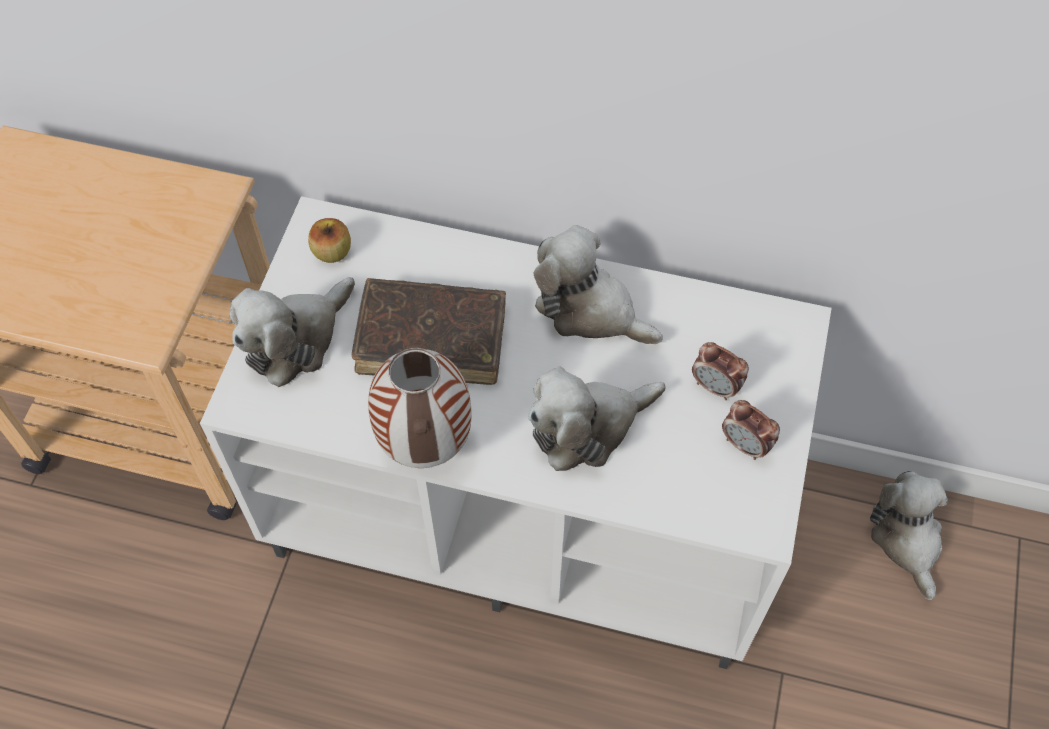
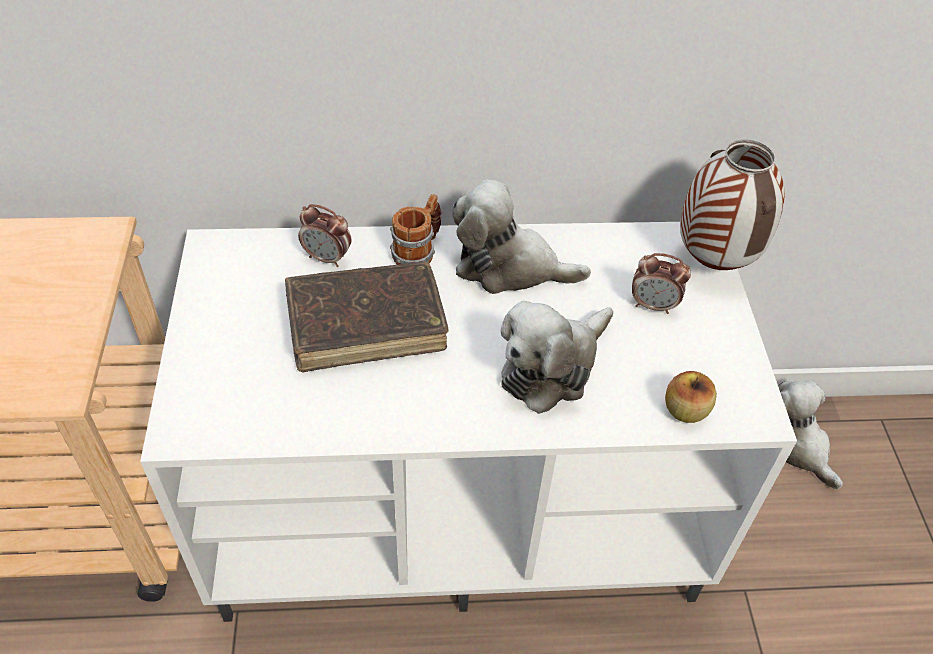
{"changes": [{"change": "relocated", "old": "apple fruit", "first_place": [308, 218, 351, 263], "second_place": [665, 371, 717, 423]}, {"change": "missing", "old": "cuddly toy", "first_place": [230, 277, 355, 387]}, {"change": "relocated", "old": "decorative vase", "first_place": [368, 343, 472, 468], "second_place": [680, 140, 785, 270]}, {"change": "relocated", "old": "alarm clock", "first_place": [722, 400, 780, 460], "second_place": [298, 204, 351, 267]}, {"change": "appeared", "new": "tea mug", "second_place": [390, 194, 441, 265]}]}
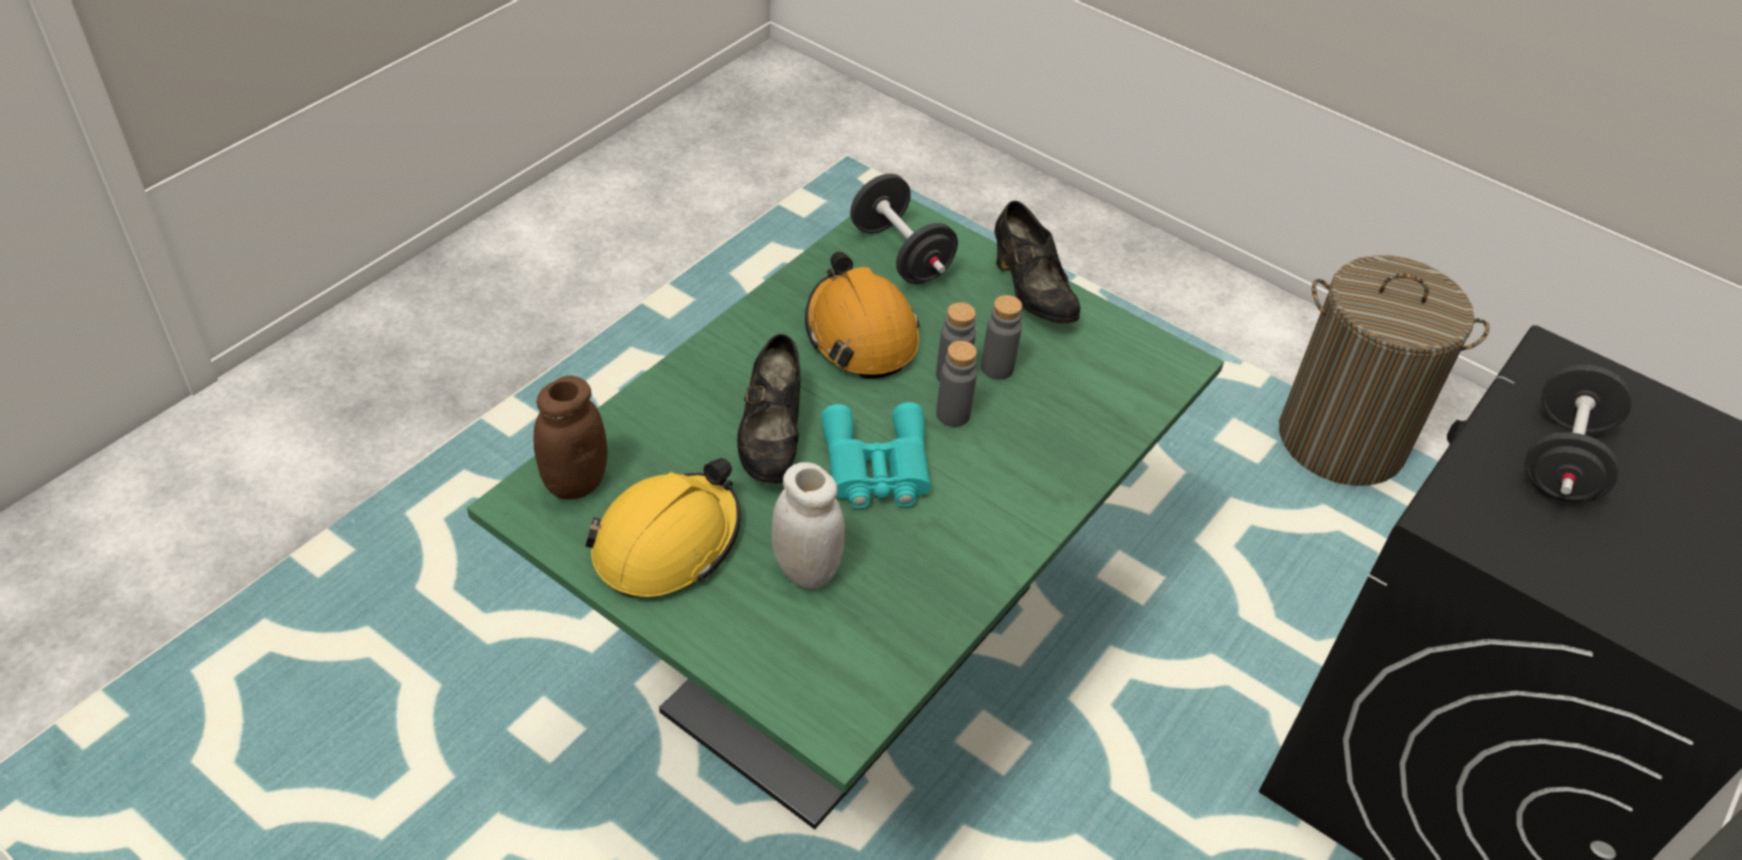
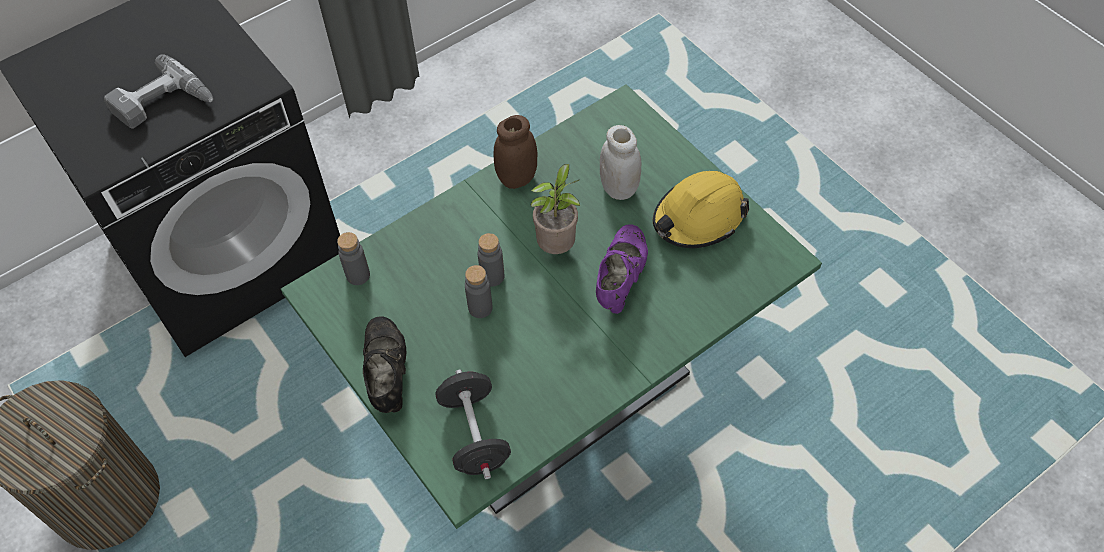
{"changes": [{"change": "missing", "old": "safety helmet (orange-coloured)", "first_place": [805, 252, 920, 379]}, {"change": "relocated", "old": "beverage bottle (greyish)", "first_place": [981, 295, 1022, 380], "second_place": [337, 232, 370, 285]}, {"change": "colour", "old": "shoe (black)", "new": "shoe (purple)", "first_place": [737, 334, 801, 484], "second_place": [596, 224, 648, 314]}, {"change": "exchanged", "old": "free weight (black)", "new": "drill", "first_place": [1524, 365, 1632, 503], "second_place": [104, 54, 213, 128]}, {"change": "relocated", "old": "preserve jar (brown)", "first_place": [533, 376, 608, 500], "second_place": [493, 115, 537, 189]}, {"change": "exchanged", "old": "field glasses (blue-green)", "new": "potted plant", "first_place": [821, 402, 931, 509], "second_place": [531, 164, 580, 254]}]}
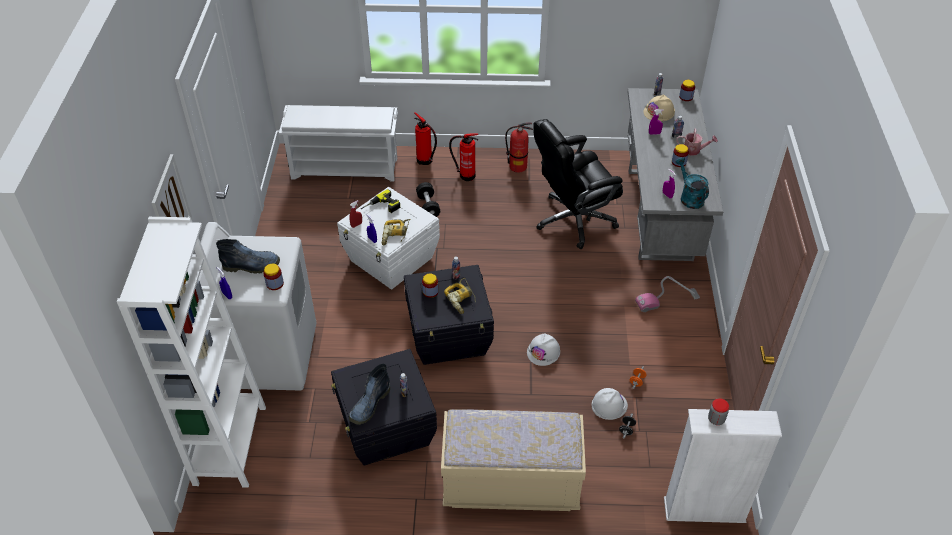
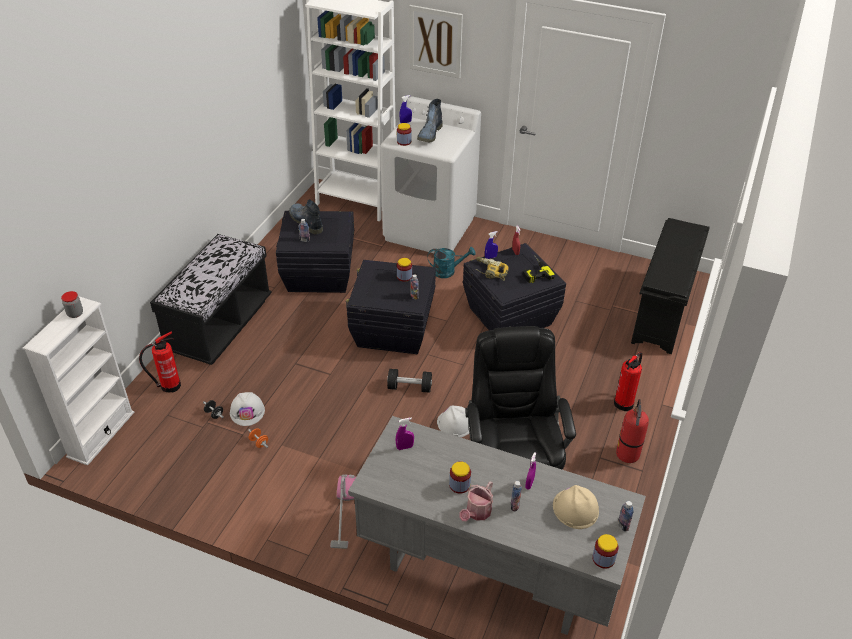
{"changes": [{"change": "colour", "old": "shoe stand (white-coloured)", "new": "shoe stand (black)", "first_place": [279, 105, 398, 181], "second_place": [631, 218, 710, 354]}, {"change": "relocated", "old": "extinguisher", "first_place": [414, 112, 437, 165], "second_place": [139, 331, 181, 393]}, {"change": "relocated", "old": "watering pot (blue-green)", "first_place": [676, 157, 709, 209], "second_place": [427, 247, 476, 278]}, {"change": "relocated", "old": "free weight (black)", "first_place": [416, 182, 440, 217], "second_place": [387, 369, 432, 393]}, {"change": "colour", "old": "storage bin (white-coloured)", "new": "storage bin (black)", "first_place": [337, 187, 440, 289], "second_place": [463, 243, 566, 331]}, {"change": "missing", "old": "drill", "first_place": [444, 278, 476, 314]}, {"change": "relocated", "old": "safety helmet (white-coloured)", "first_place": [527, 333, 560, 366], "second_place": [437, 405, 469, 437]}, {"change": "colour", "old": "long seat (beige)", "new": "long seat (black)", "first_place": [441, 409, 586, 511], "second_place": [150, 234, 272, 365]}]}
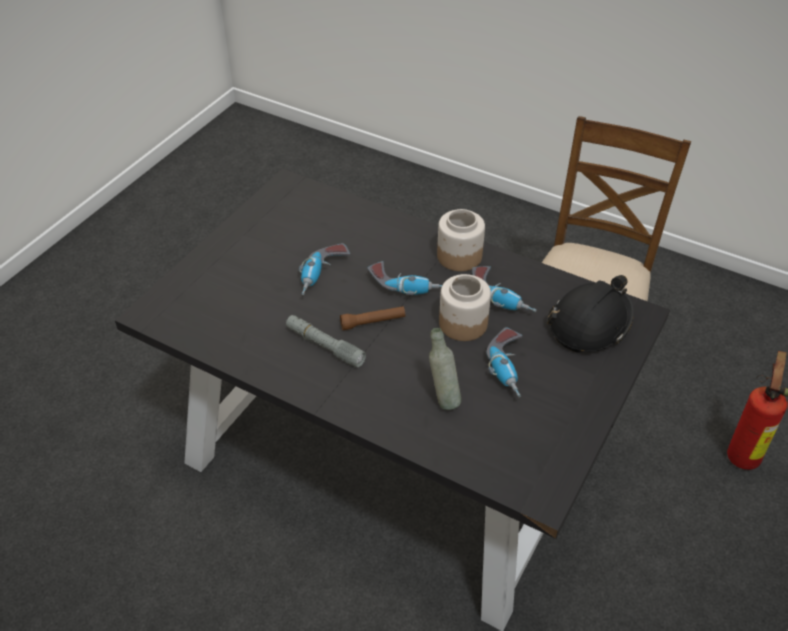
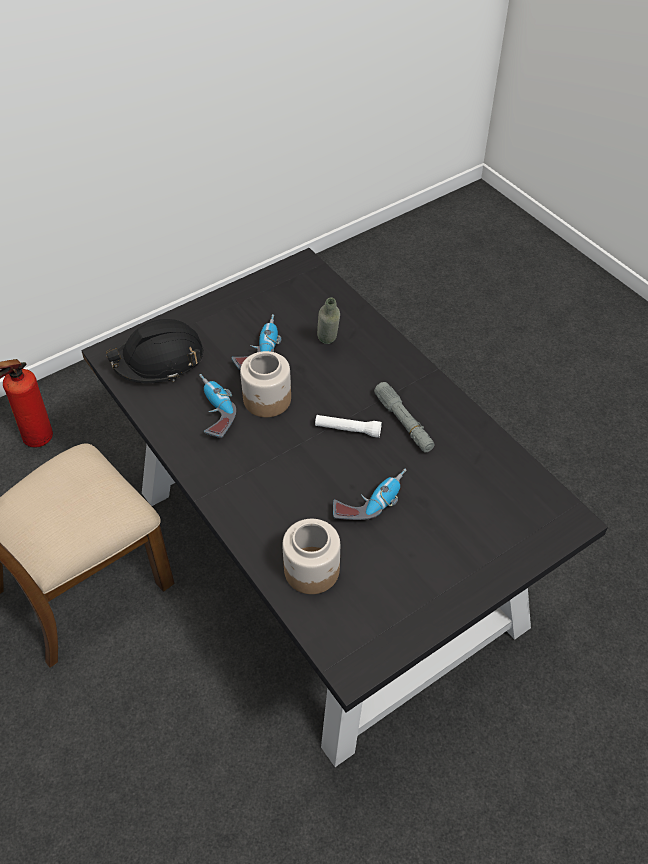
{"changes": [{"change": "relocated", "old": "preserve jar", "first_place": [437, 209, 485, 271], "second_place": [282, 519, 340, 594]}, {"change": "missing", "old": "drill", "first_place": [368, 261, 442, 295]}, {"change": "colour", "old": "flashlight (brown)", "new": "flashlight (white-coloured)", "first_place": [340, 306, 405, 330], "second_place": [315, 415, 382, 438]}]}
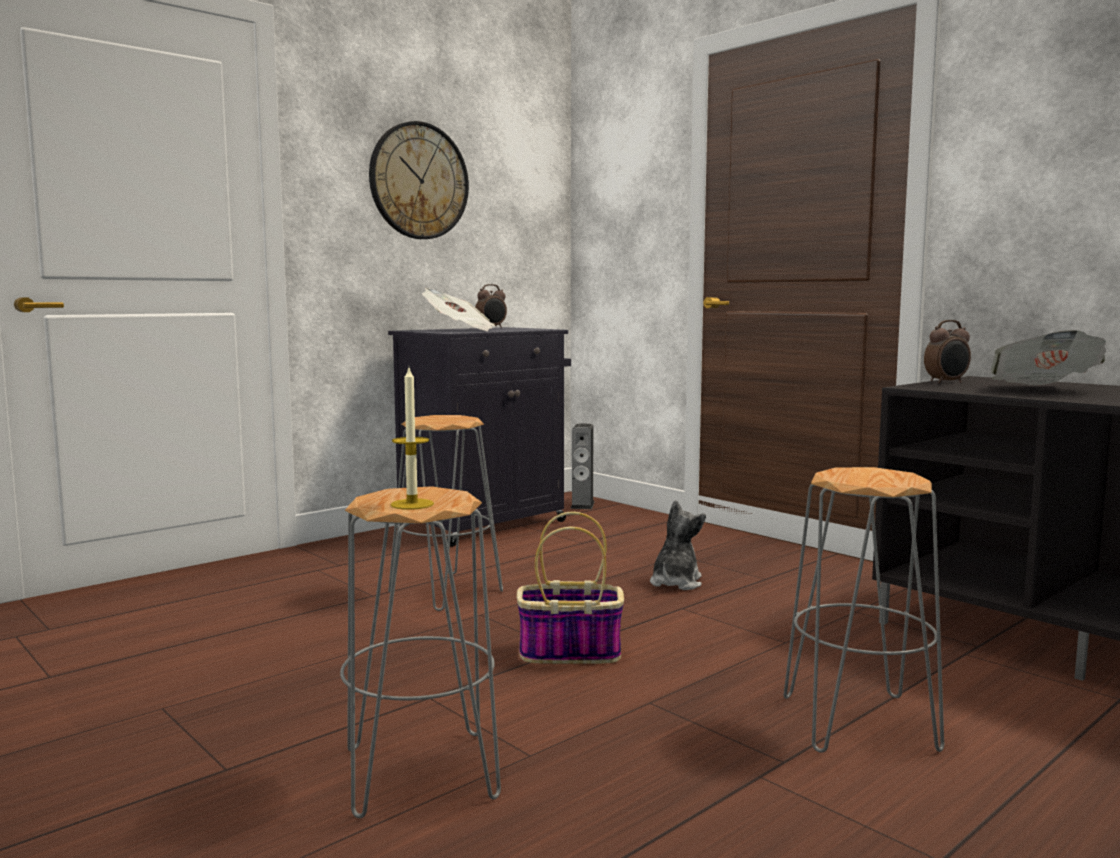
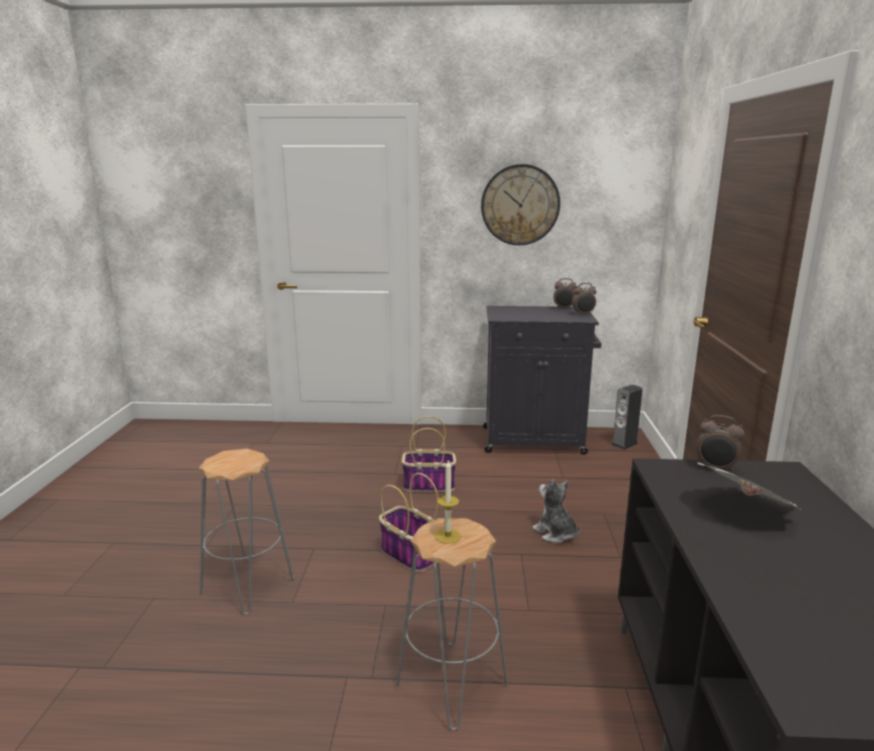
{"changes": [{"change": "missing", "old": "printed paper", "first_place": [422, 288, 495, 331]}, {"change": "relocated", "old": "wax candle", "first_place": [390, 368, 434, 510], "second_place": [435, 459, 461, 544]}, {"change": "exchanged", "old": "sitting stool (greyish)", "new": "household basket", "first_place": [388, 415, 503, 611], "second_place": [402, 416, 456, 492]}, {"change": "spun", "old": "cuddly toy", "first_place": [650, 500, 706, 590], "second_place": [532, 479, 581, 543], "degrees": -105}, {"change": "appeared", "new": "alarm clock", "second_place": [572, 283, 596, 315]}]}
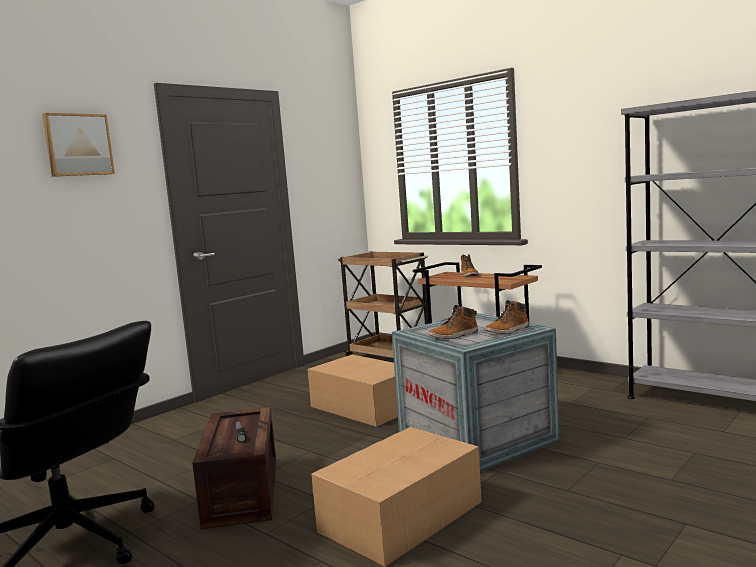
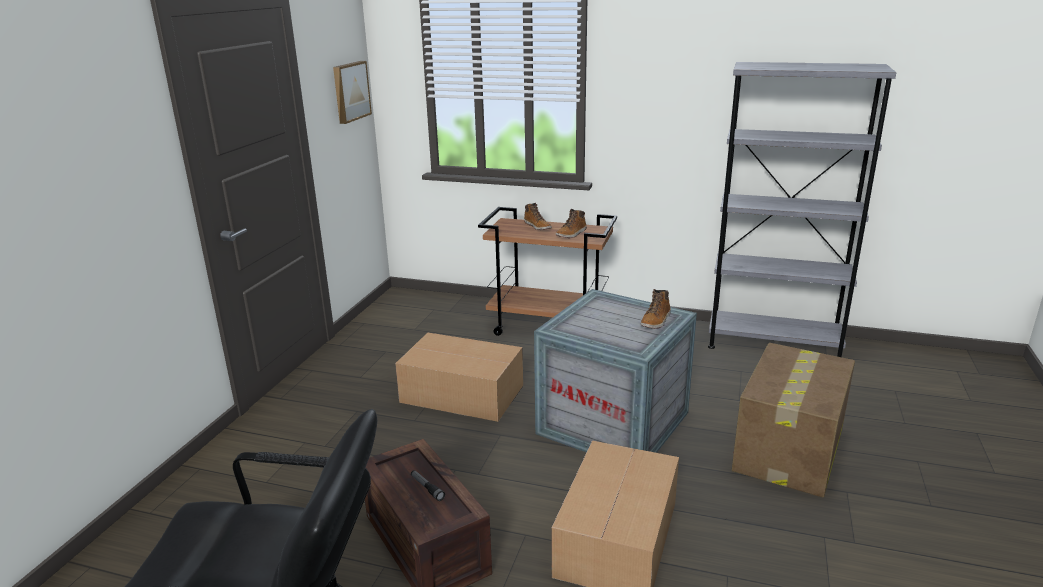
{"changes": [{"change": "relocated", "old": "picture", "first_place": [42, 113, 115, 177], "second_place": [333, 61, 372, 124]}, {"change": "missing", "old": "trolley (brown)", "first_place": [338, 251, 429, 358]}, {"change": "relocated", "old": "high-top boot", "first_place": [429, 305, 478, 339], "second_place": [556, 209, 587, 238]}, {"change": "appeared", "new": "cardboard box", "second_place": [732, 343, 855, 497]}]}
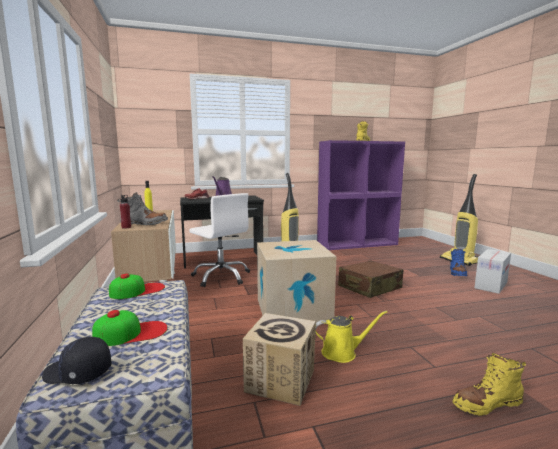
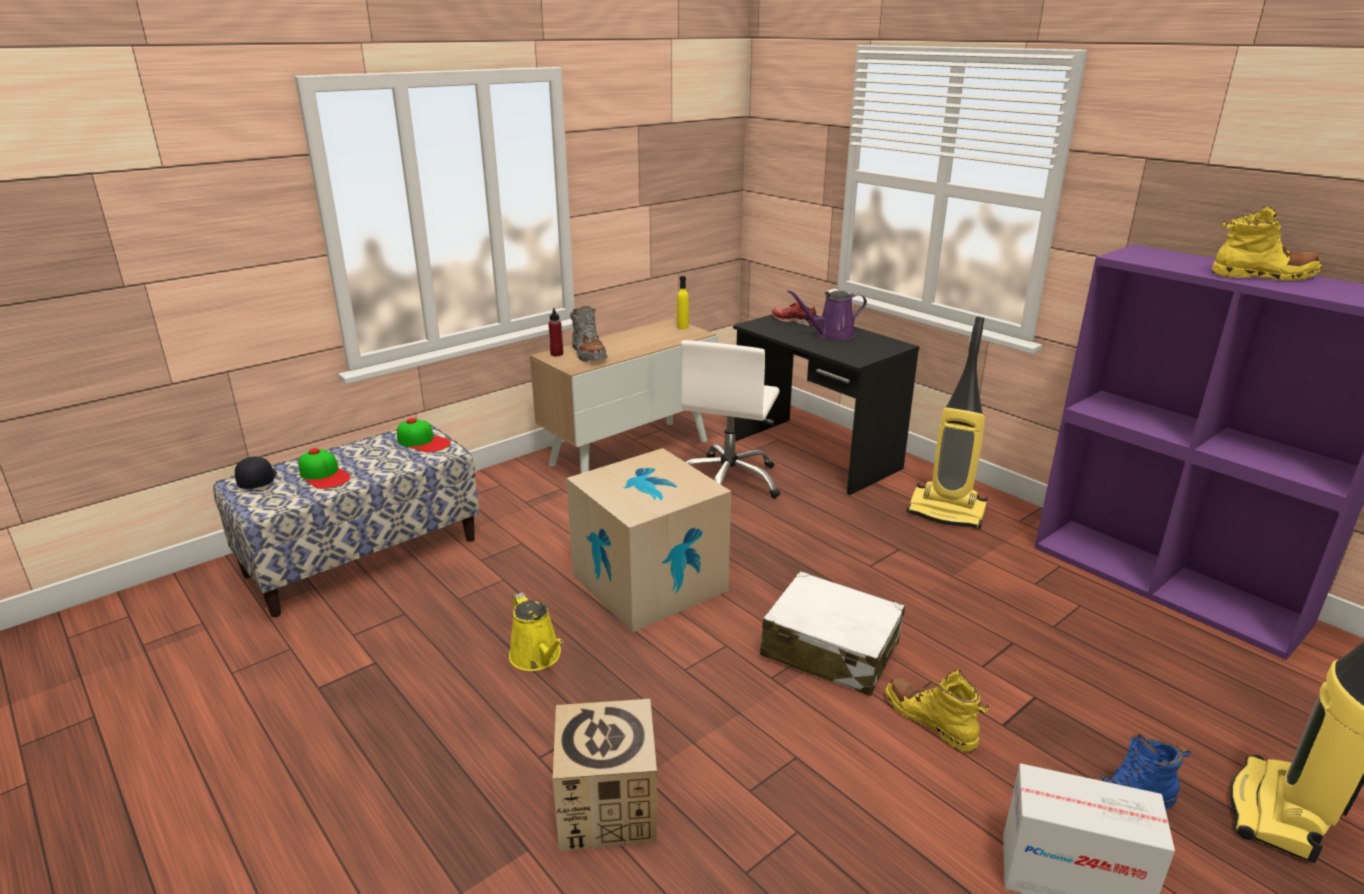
{"changes": [{"change": "colour", "old": "piece of luggage (brown)", "new": "piece of luggage (white-coloured)", "first_place": [338, 260, 404, 298], "second_place": [760, 571, 905, 696]}, {"change": "relocated", "old": "cardboard box", "first_place": [243, 313, 316, 406], "second_place": [553, 699, 657, 851]}, {"change": "relocated", "old": "high-top boot (yellowish)", "first_place": [452, 353, 526, 416], "second_place": [885, 669, 989, 752]}]}
